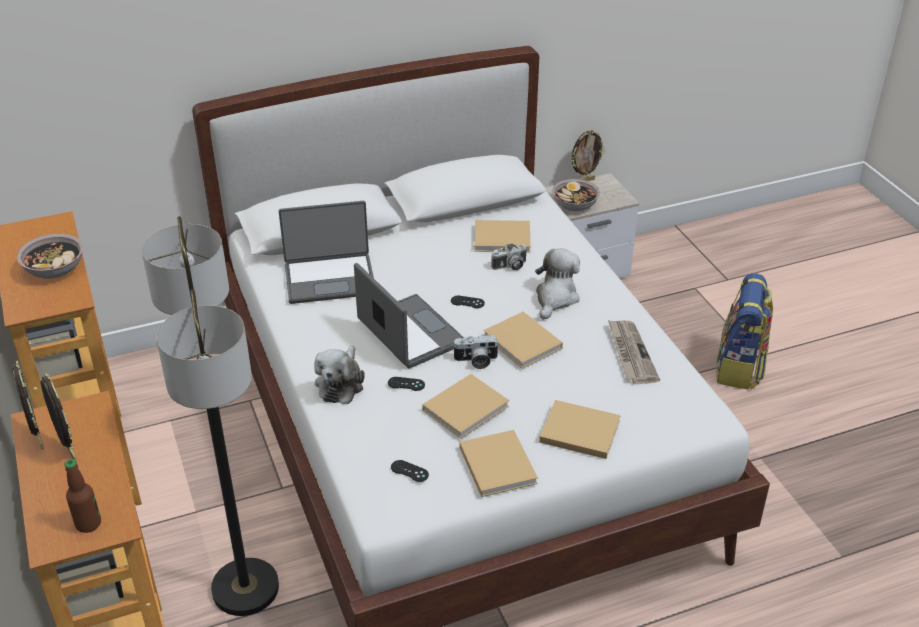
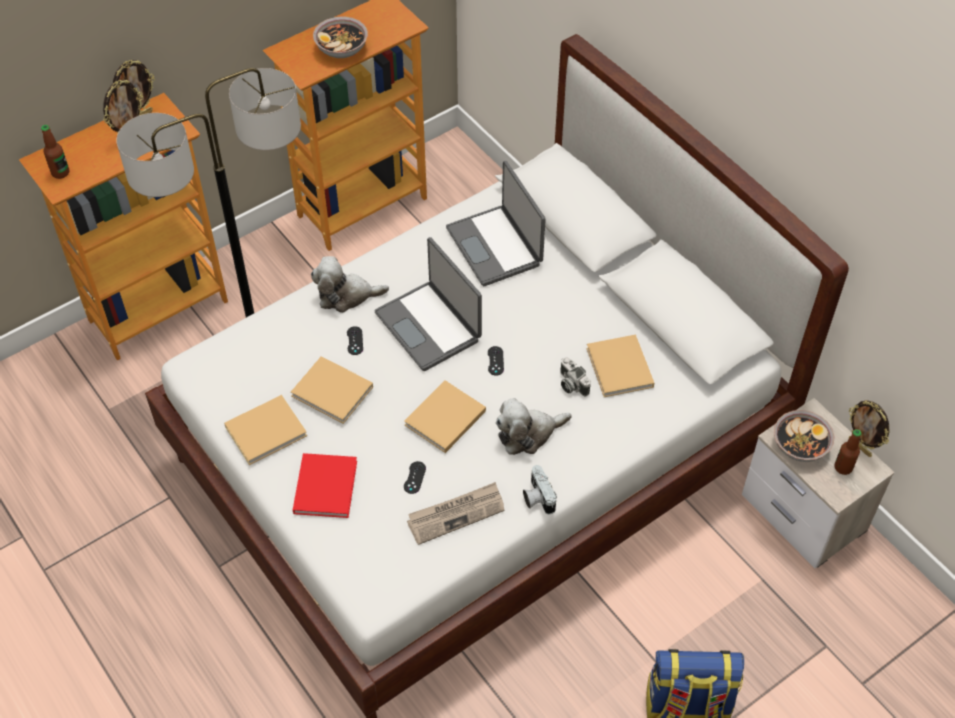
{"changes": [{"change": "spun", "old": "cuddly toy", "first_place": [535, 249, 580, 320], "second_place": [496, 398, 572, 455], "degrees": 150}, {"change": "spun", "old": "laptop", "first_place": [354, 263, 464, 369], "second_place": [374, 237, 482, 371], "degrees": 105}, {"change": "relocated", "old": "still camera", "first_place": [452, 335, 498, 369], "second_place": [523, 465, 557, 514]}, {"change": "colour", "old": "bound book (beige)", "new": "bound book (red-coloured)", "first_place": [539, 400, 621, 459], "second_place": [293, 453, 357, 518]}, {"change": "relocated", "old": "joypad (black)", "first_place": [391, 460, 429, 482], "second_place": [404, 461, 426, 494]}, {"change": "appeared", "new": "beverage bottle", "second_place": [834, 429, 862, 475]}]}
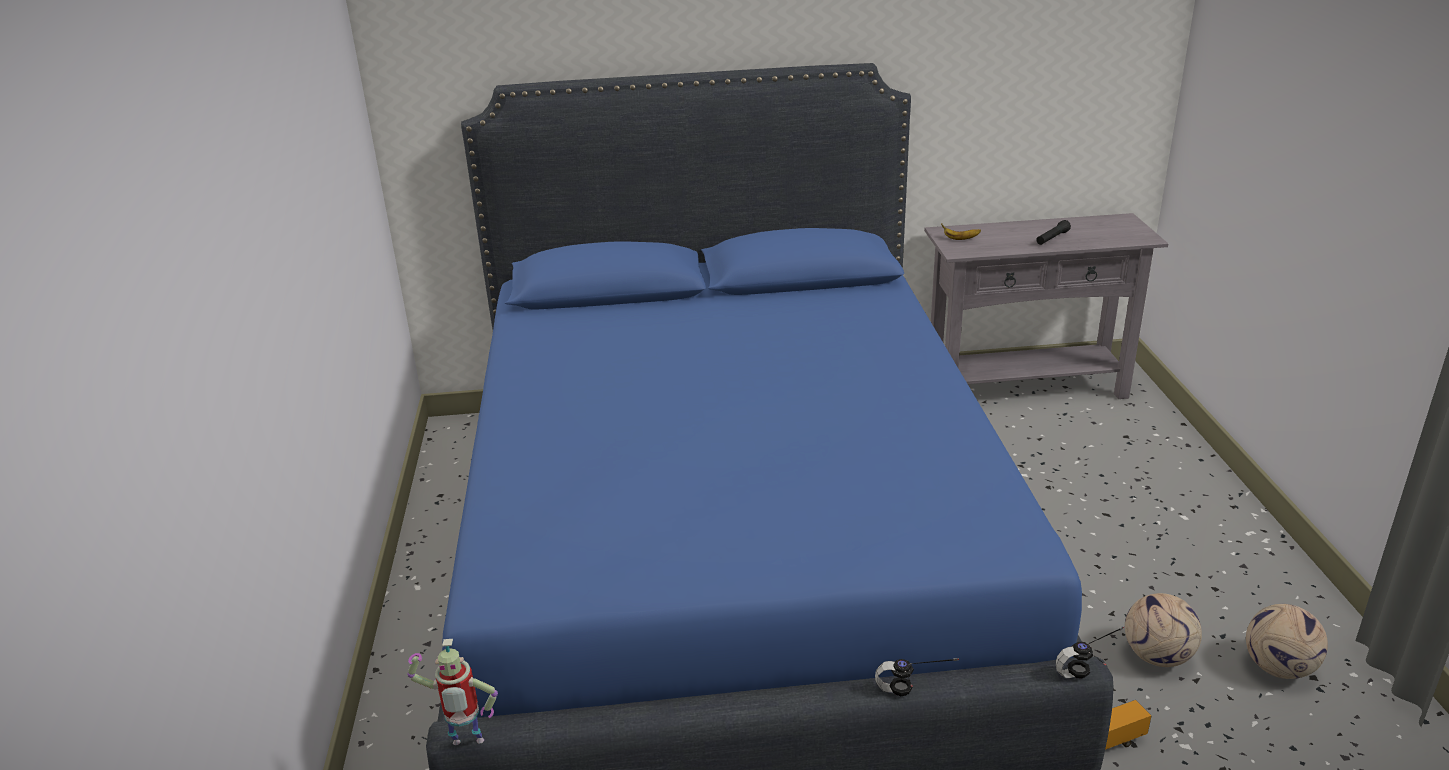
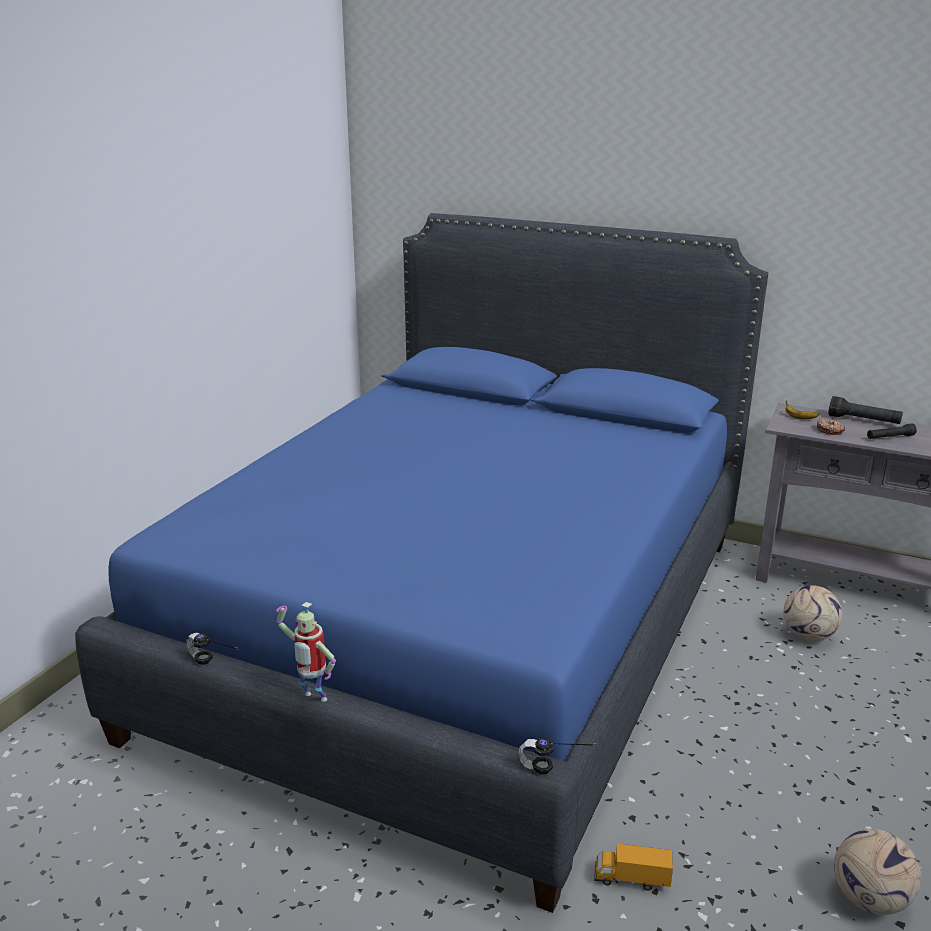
{"changes": [{"change": "relocated", "old": "football", "first_place": [1125, 593, 1202, 667], "second_place": [783, 585, 842, 641]}, {"change": "relocated", "old": "robot figure", "first_place": [407, 639, 498, 745], "second_place": [276, 602, 336, 702]}, {"change": "relocated", "old": "headset", "first_place": [875, 658, 959, 697], "second_place": [186, 632, 239, 665]}, {"change": "appeared", "new": "flashlight (black)", "second_place": [828, 396, 903, 424]}, {"change": "appeared", "new": "doughnut", "second_place": [817, 419, 845, 435]}]}
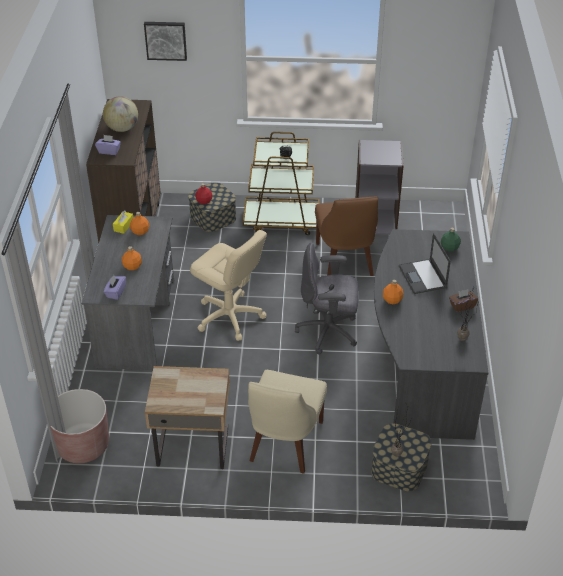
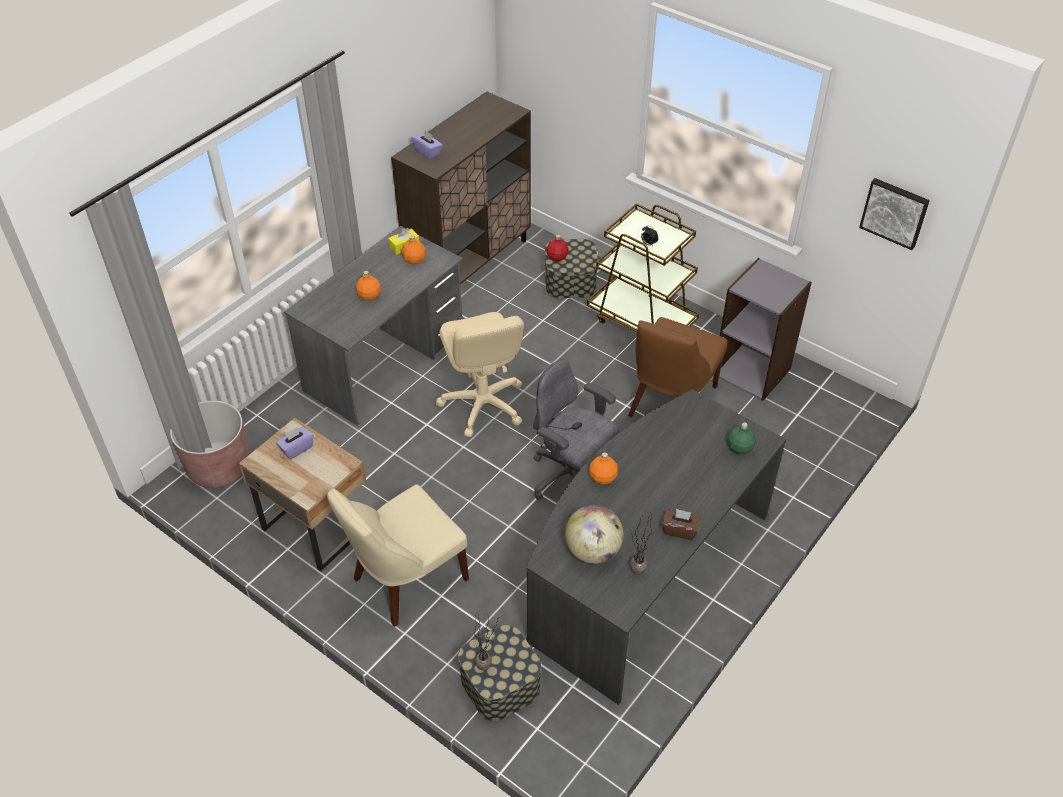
{"changes": [{"change": "relocated", "old": "picture", "first_place": [144, 22, 187, 61], "second_place": [859, 178, 930, 250]}, {"change": "relocated", "old": "world globe", "first_place": [103, 96, 138, 132], "second_place": [565, 505, 623, 564]}, {"change": "missing", "old": "laptop", "first_place": [399, 233, 451, 294]}, {"change": "relocated", "old": "tissue box (purple)", "first_place": [104, 275, 126, 300], "second_place": [276, 427, 314, 459]}]}
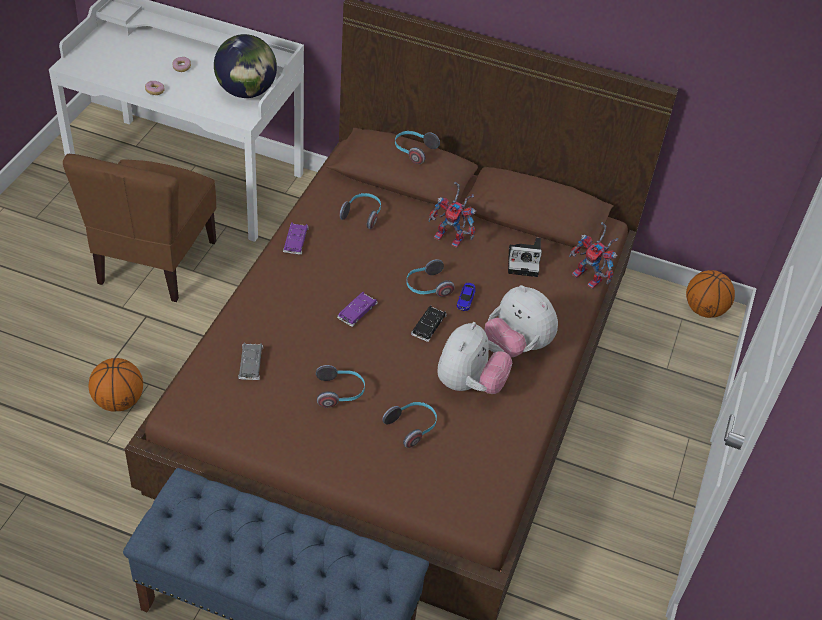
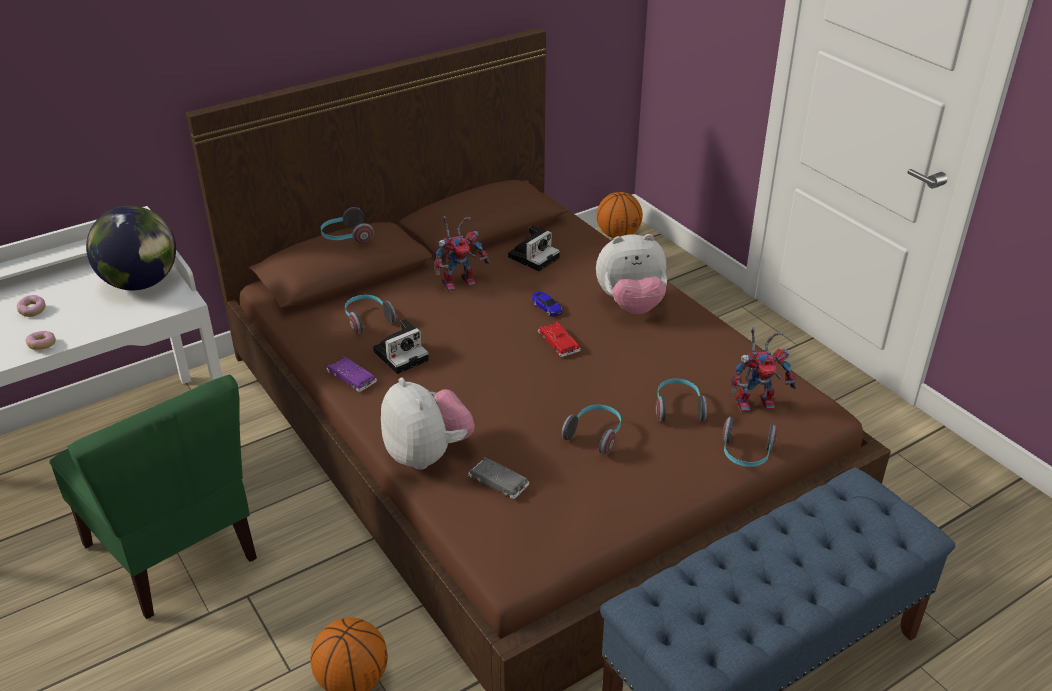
{"changes": [{"change": "colour", "old": "upright chair (brown)", "new": "upright chair (greenish)", "first_place": [63, 154, 216, 302], "second_place": [50, 375, 257, 619]}, {"change": "relocated", "old": "robot figure", "first_place": [569, 222, 619, 289], "second_place": [731, 327, 796, 413]}, {"change": "relocated", "old": "headset", "first_place": [406, 259, 455, 297], "second_place": [723, 417, 777, 467]}, {"change": "missing", "old": "miniature car (purple)", "first_place": [337, 292, 378, 327]}, {"change": "colour", "old": "miniature car (black)", "new": "miniature car (red-coloured)", "first_place": [411, 305, 447, 342], "second_place": [538, 321, 581, 357]}, {"change": "relocated", "old": "cuddly toy", "first_place": [438, 322, 512, 394], "second_place": [381, 378, 474, 470]}, {"change": "appeared", "new": "still camera", "second_place": [373, 319, 429, 374]}]}
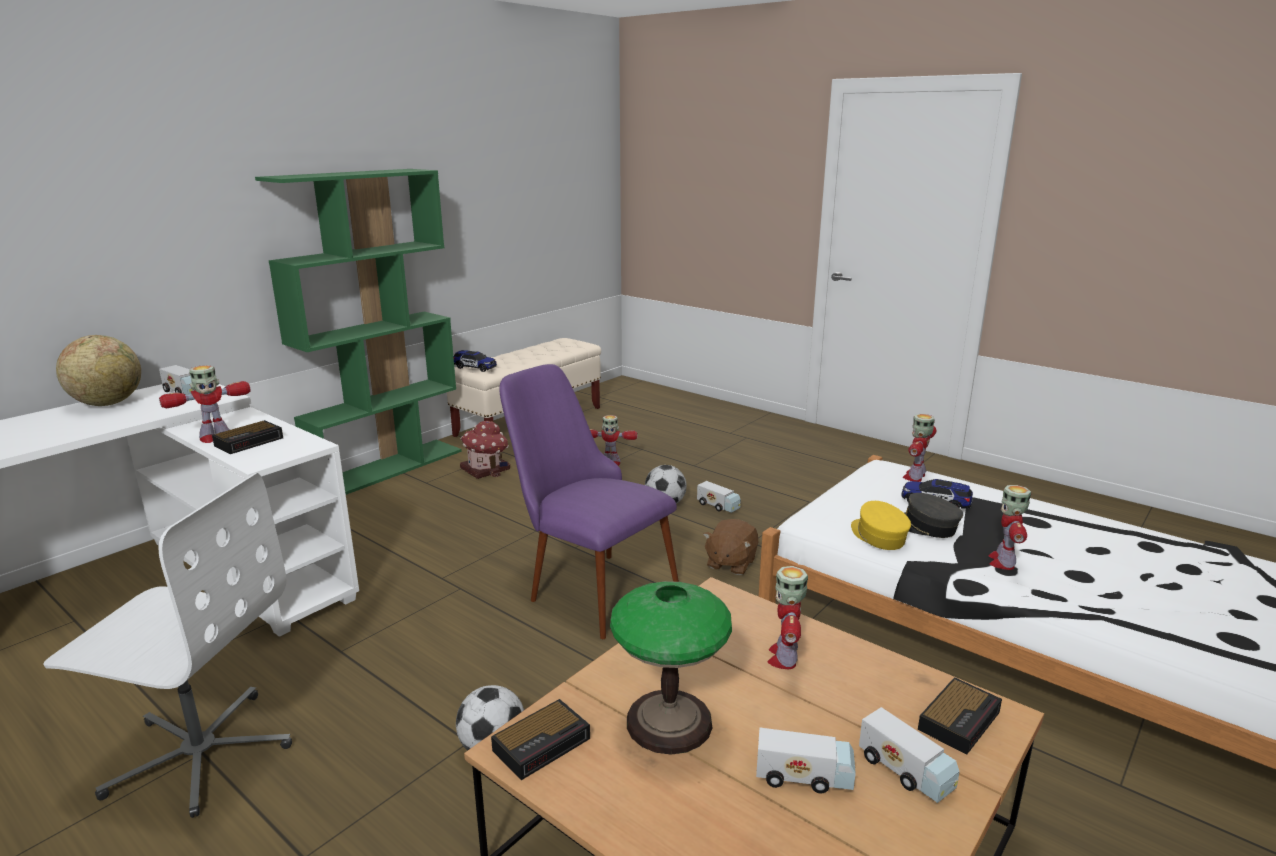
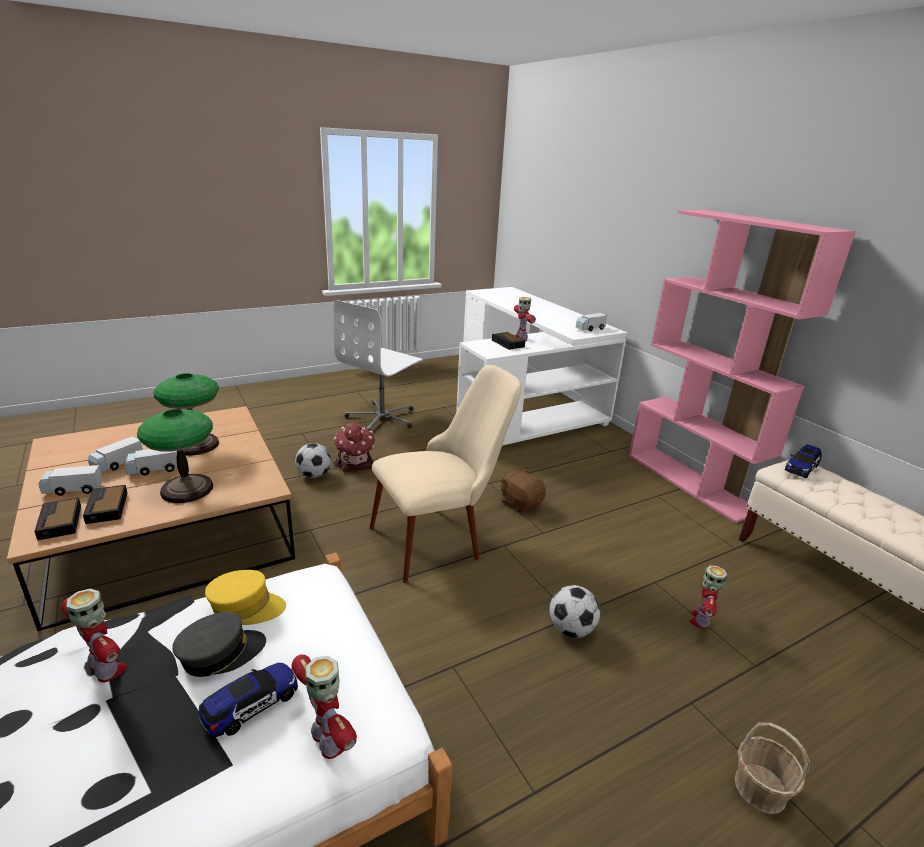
{"changes": [{"change": "colour", "old": "bookshelf (greenish)", "new": "bookshelf (pink)", "first_place": [255, 169, 462, 495], "second_place": [629, 210, 856, 523]}, {"change": "missing", "old": "world globe", "first_place": [56, 335, 141, 406]}, {"change": "colour", "old": "upright chair (purple)", "new": "upright chair (beige)", "first_place": [499, 364, 679, 639], "second_place": [370, 365, 521, 583]}, {"change": "relocated", "old": "toy house", "first_place": [460, 421, 510, 479], "second_place": [334, 422, 375, 472]}, {"change": "relocated", "old": "model truck", "first_place": [697, 481, 741, 513], "second_place": [125, 449, 177, 476]}, {"change": "relocated", "old": "cuddly toy (brown)", "first_place": [703, 519, 759, 575], "second_place": [501, 469, 546, 513]}, {"change": "exchanged", "old": "robot figure", "new": "lamp for a table", "first_place": [767, 566, 808, 669], "second_place": [137, 409, 214, 503]}, {"change": "relocated", "old": "alarm clock", "first_place": [491, 699, 590, 780], "second_place": [83, 485, 127, 524]}, {"change": "appeared", "new": "household basket", "second_place": [735, 722, 810, 814]}]}
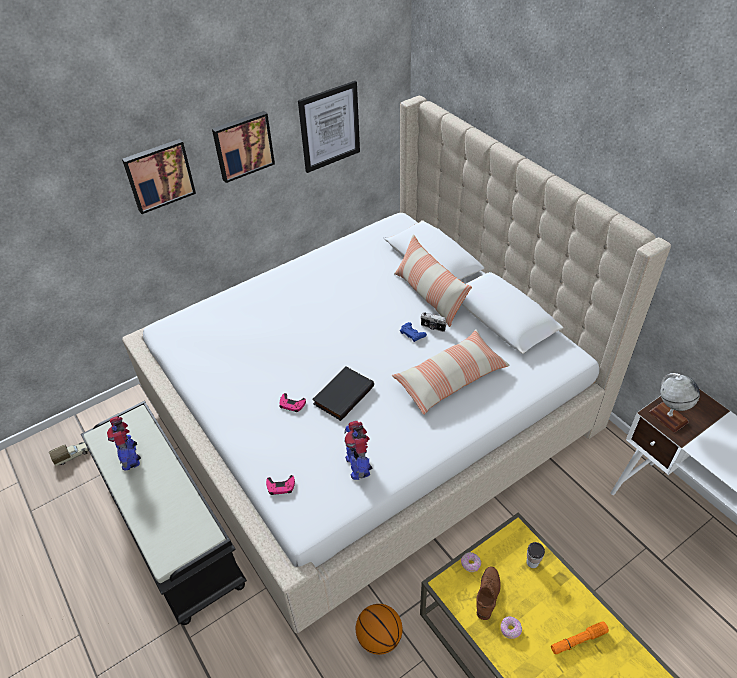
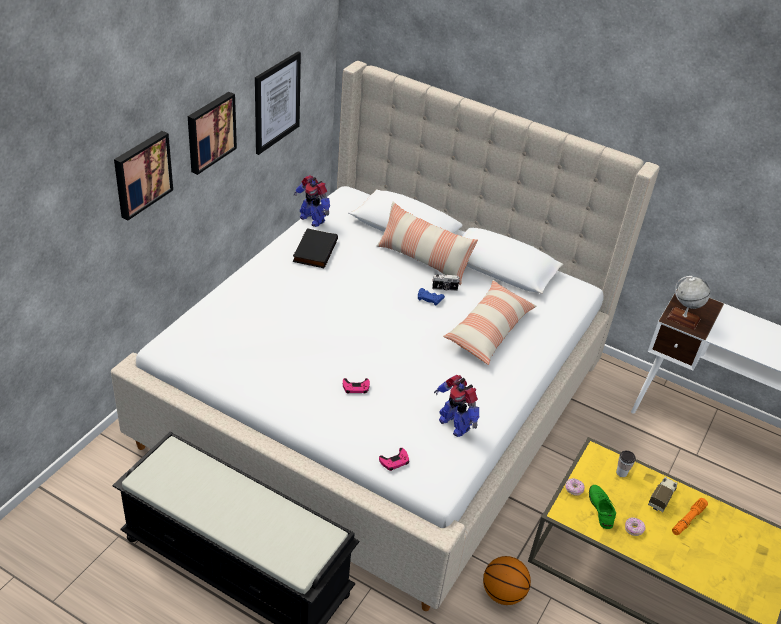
{"changes": [{"change": "relocated", "old": "bound book (black)", "first_place": [312, 366, 374, 421], "second_place": [293, 228, 338, 268]}, {"change": "relocated", "old": "robot figure", "first_place": [107, 416, 141, 471], "second_place": [294, 175, 330, 227]}, {"change": "relocated", "old": "model truck", "first_place": [49, 442, 89, 466], "second_place": [648, 477, 677, 512]}, {"change": "colour", "old": "shoe (brown)", "new": "shoe (greenish)", "first_place": [476, 567, 501, 620], "second_place": [589, 485, 616, 529]}]}
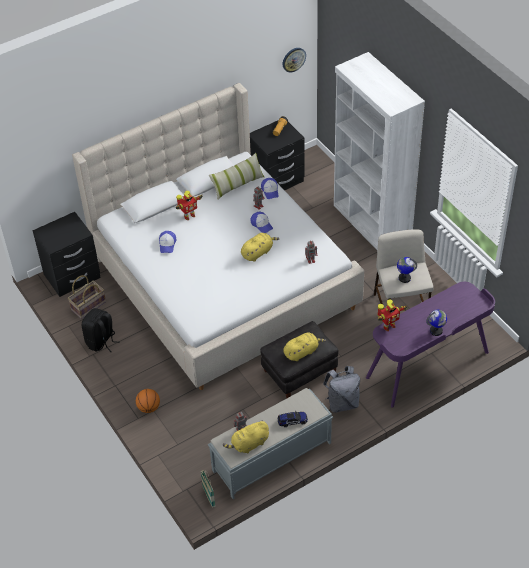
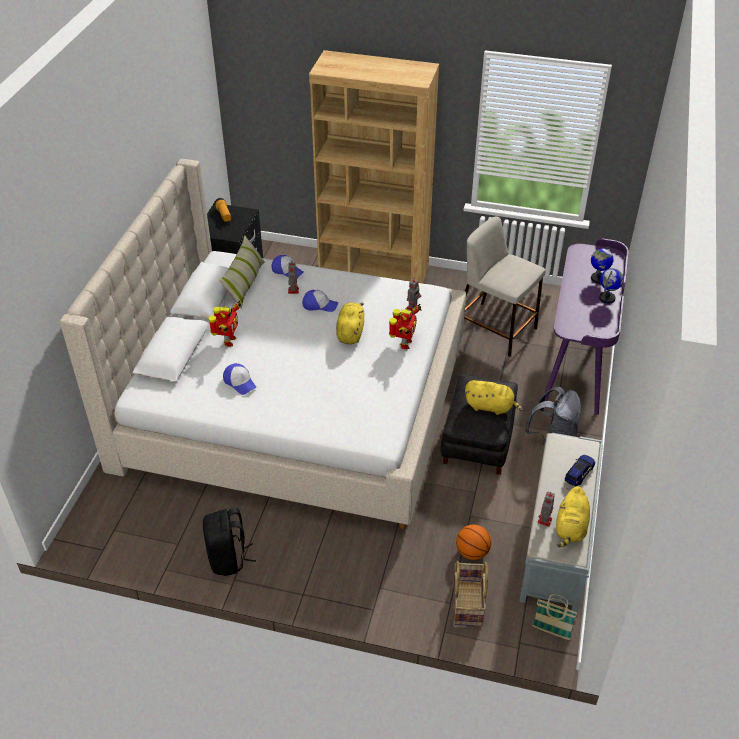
{"changes": [{"change": "missing", "old": "hanging clock", "first_place": [282, 48, 306, 72]}, {"change": "colour", "old": "bookshelf (white-coloured)", "new": "bookshelf (brown)", "first_place": [334, 52, 425, 250], "second_place": [309, 50, 439, 284]}, {"change": "missing", "old": "nightstand (black)", "first_place": [33, 212, 101, 297]}, {"change": "relocated", "old": "world globe", "first_place": [397, 257, 417, 283], "second_place": [591, 247, 614, 284]}, {"change": "relocated", "old": "household basket", "first_place": [68, 275, 106, 319], "second_place": [454, 561, 488, 626]}, {"change": "relocated", "old": "robot figure", "first_place": [377, 299, 407, 331], "second_place": [389, 304, 422, 349]}, {"change": "spun", "old": "cuddly toy (yellowish)", "first_place": [283, 333, 326, 361], "second_place": [465, 380, 523, 415], "degrees": 90}, {"change": "relocated", "old": "basketball", "first_place": [136, 389, 160, 413], "second_place": [456, 524, 491, 560]}]}
